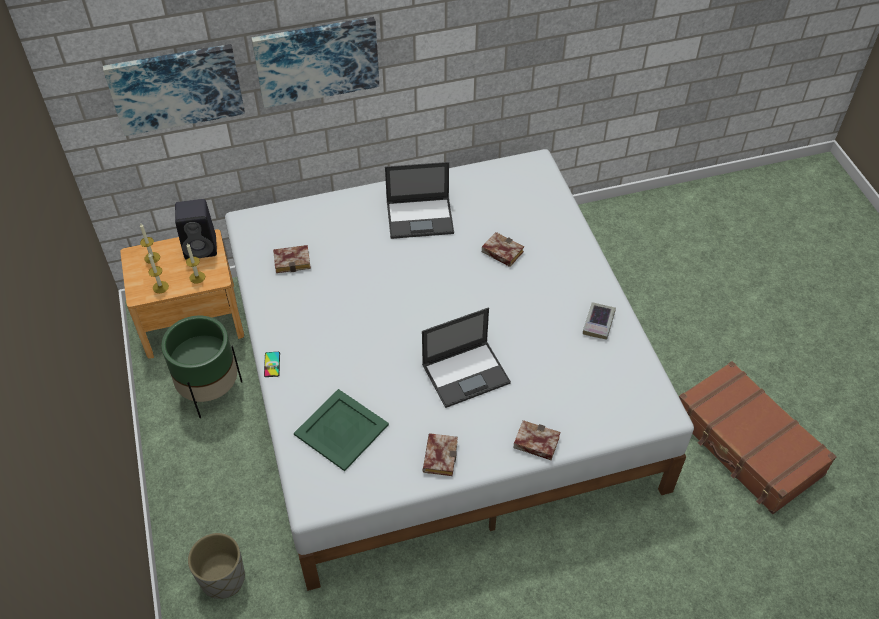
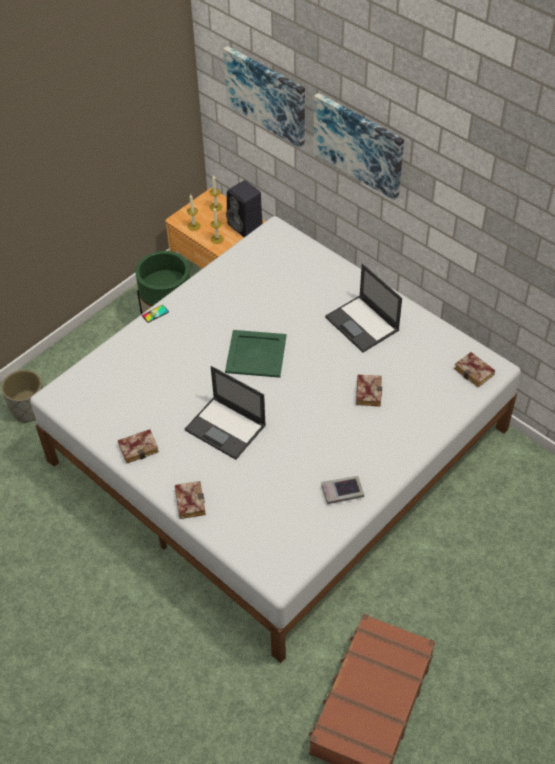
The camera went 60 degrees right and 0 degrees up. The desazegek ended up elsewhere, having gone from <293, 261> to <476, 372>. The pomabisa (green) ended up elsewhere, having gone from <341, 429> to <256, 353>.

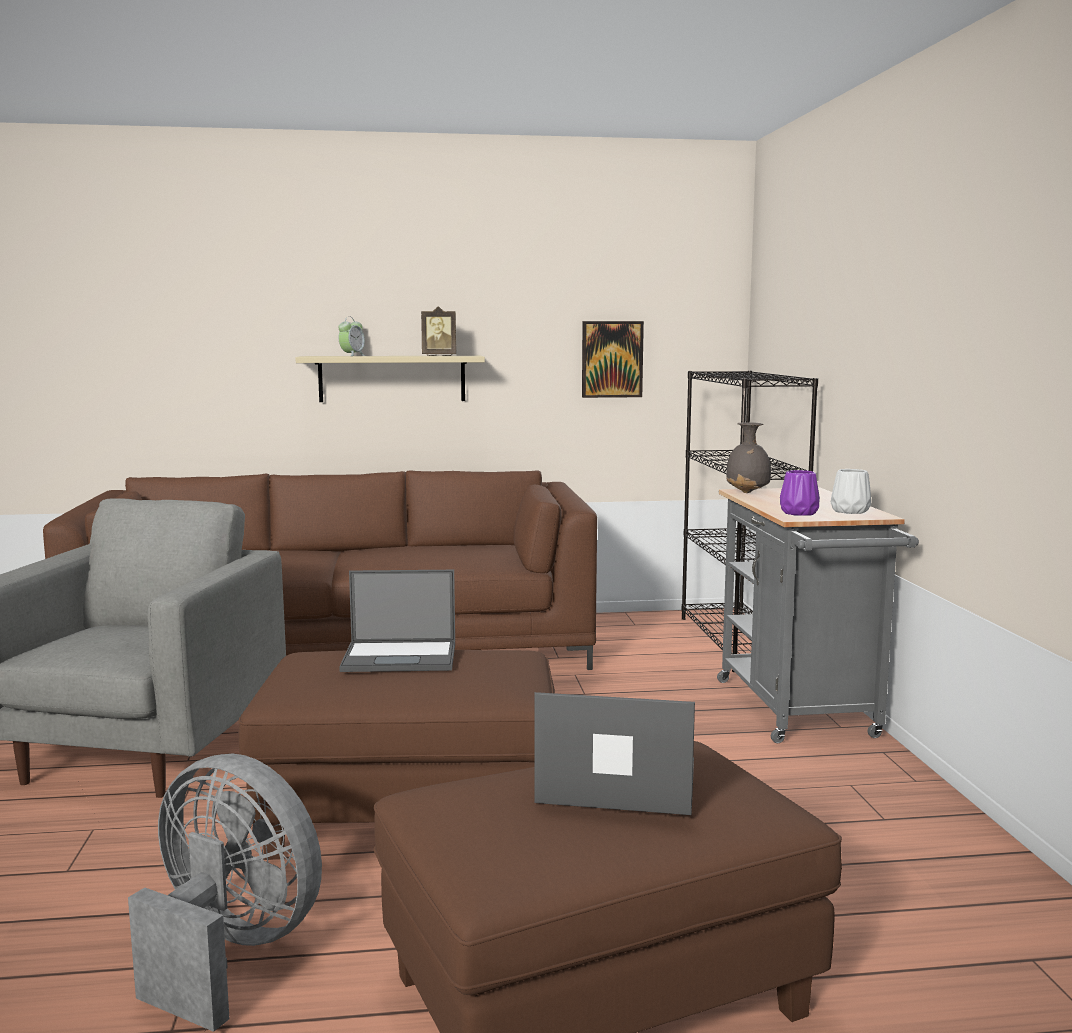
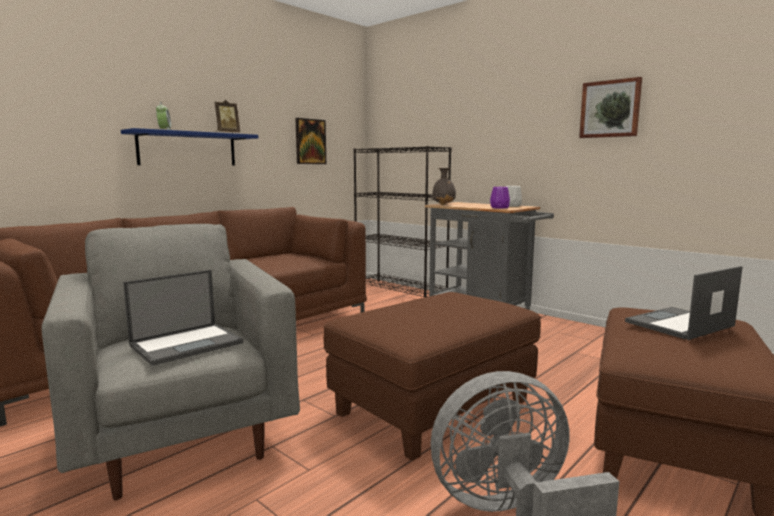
The camera went 40 degrees left and 0 degrees up. The second view gained the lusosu at <610, 109>. The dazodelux ended up elsewhere, having gone from <401, 657> to <187, 344>. What was the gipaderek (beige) at <392, 378> turned into the gipaderek (blue) at <188, 149>.

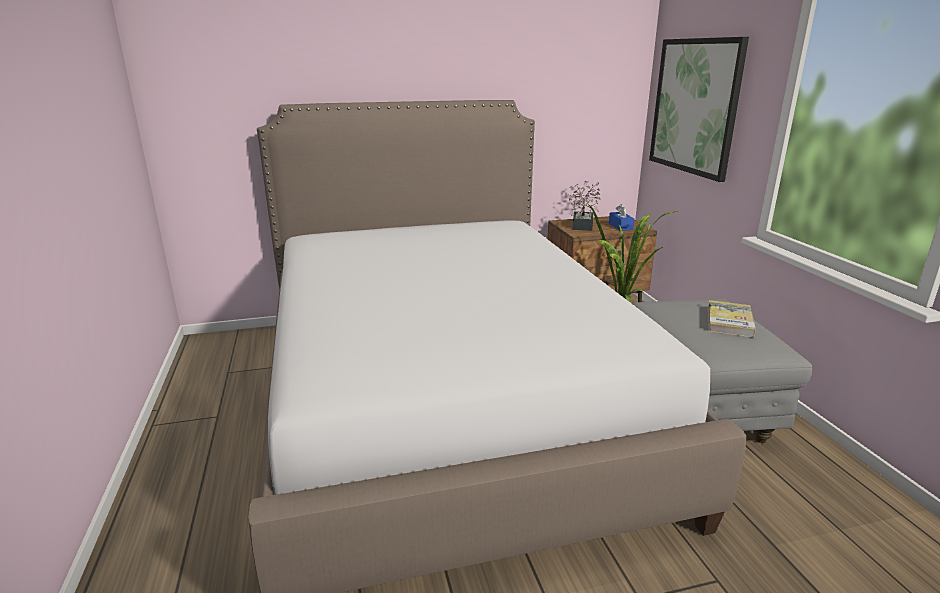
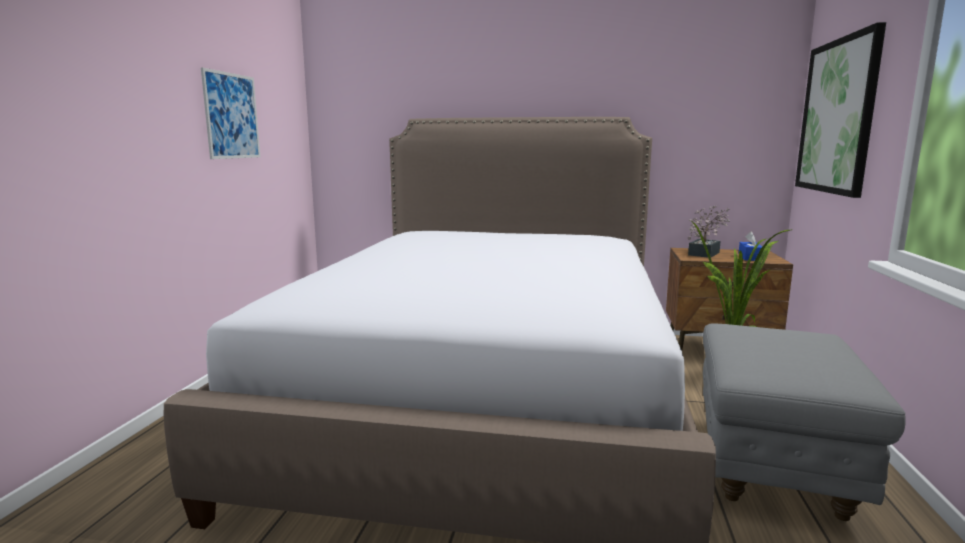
The camera went 25 degrees right and 10 degrees down. The second view lost the desazegek at <729, 321>. The second view gained the lusosu at <232, 116>.

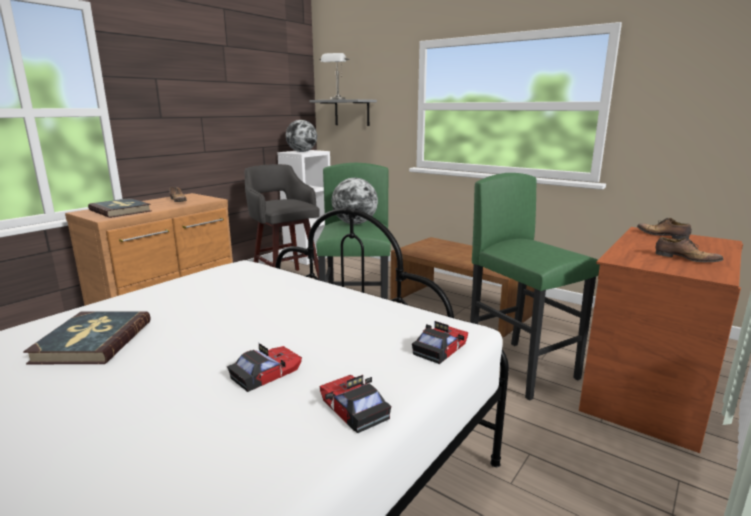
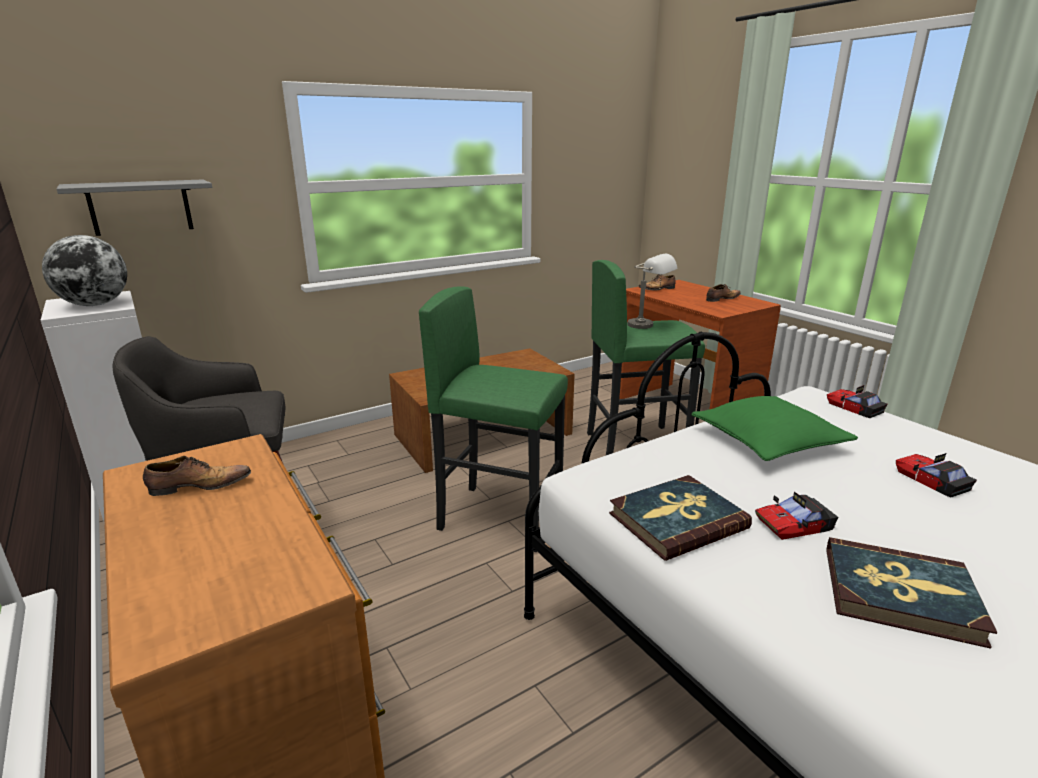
The camera went 70 degrees left and 5 degrees up. The second view lost the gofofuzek at <355, 223>. The second view gained the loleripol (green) at <768, 441>. The desazegek ended up elsewhere, having gone from <120, 211> to <677, 520>. The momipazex ended up elsewhere, having gone from <354, 408> to <794, 525>. The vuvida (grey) ended up elsewhere, having gone from <336, 99> to <648, 326>.

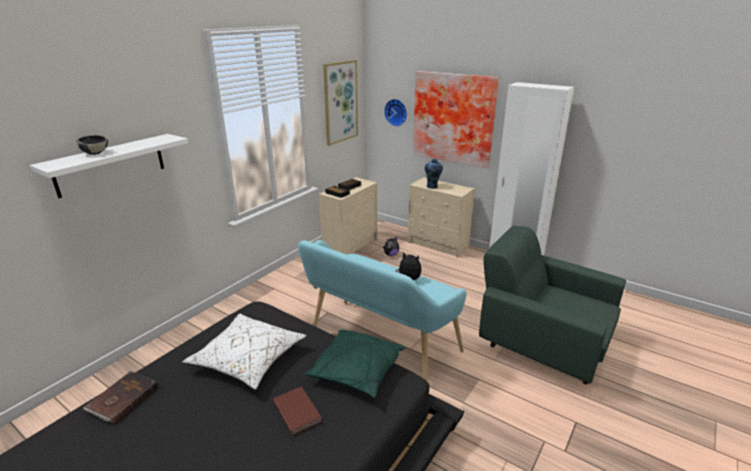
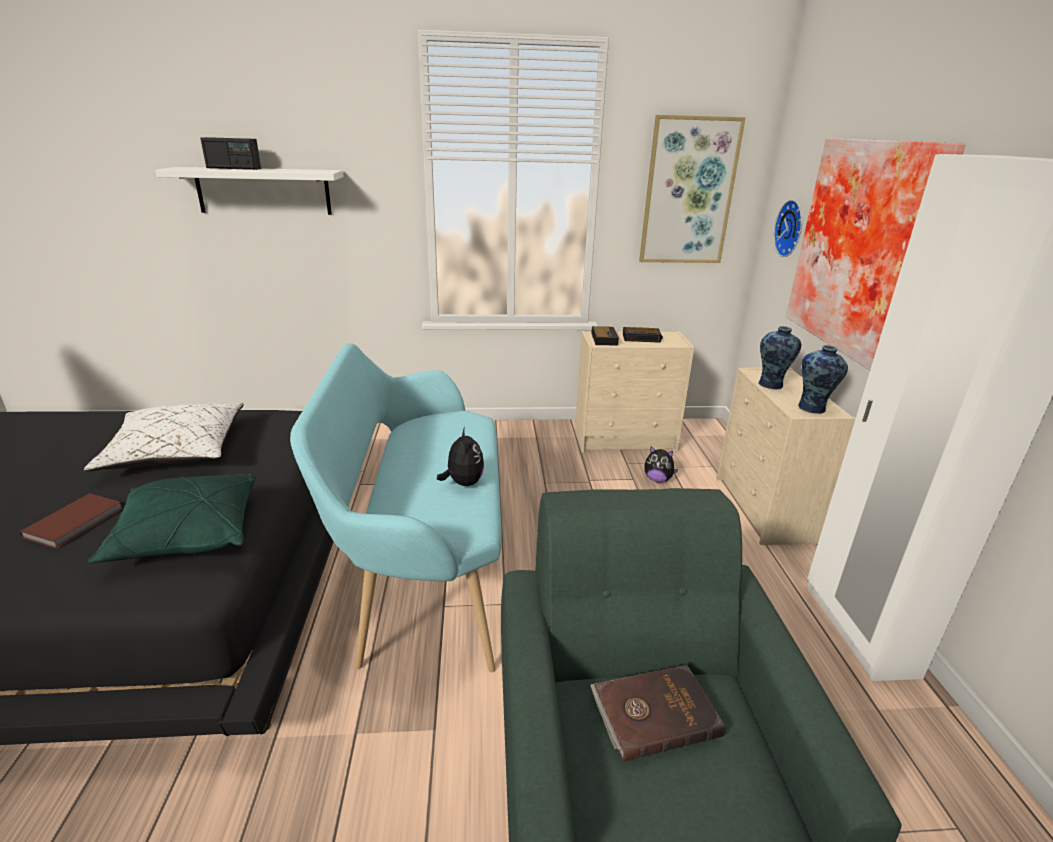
The camera went 50 degrees right and 0 degrees up. The second view gained the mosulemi at <813, 409>. The desazegek (brown) ended up elsewhere, having gone from <122, 398> to <654, 712>. Where the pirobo stood at <95, 153>, the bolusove came to stand at <233, 168>.

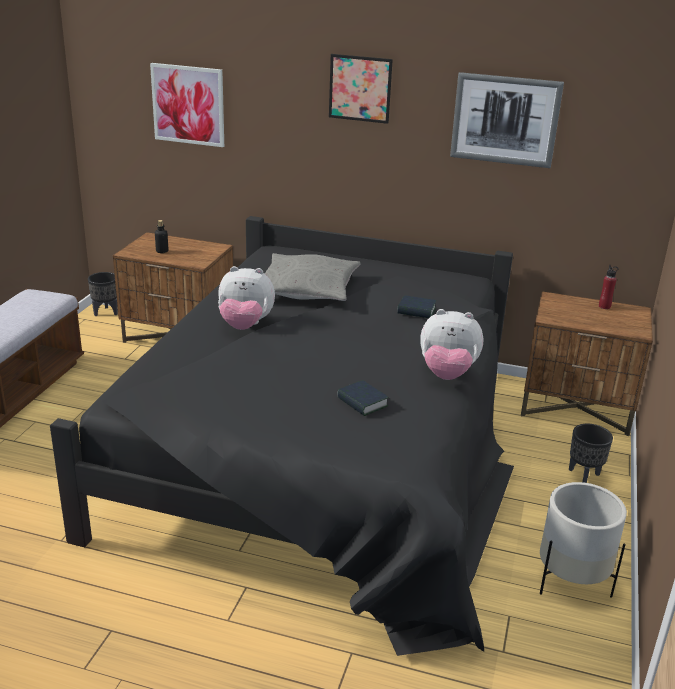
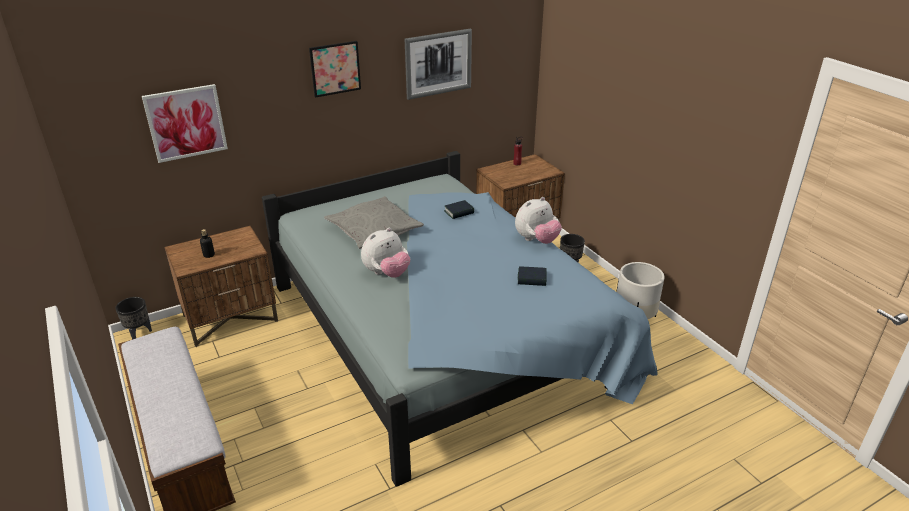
The camera went 45 degrees left and 5 degrees up. What was the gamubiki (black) at <326, 455> turned into the gamubiki (blue) at <447, 334>.

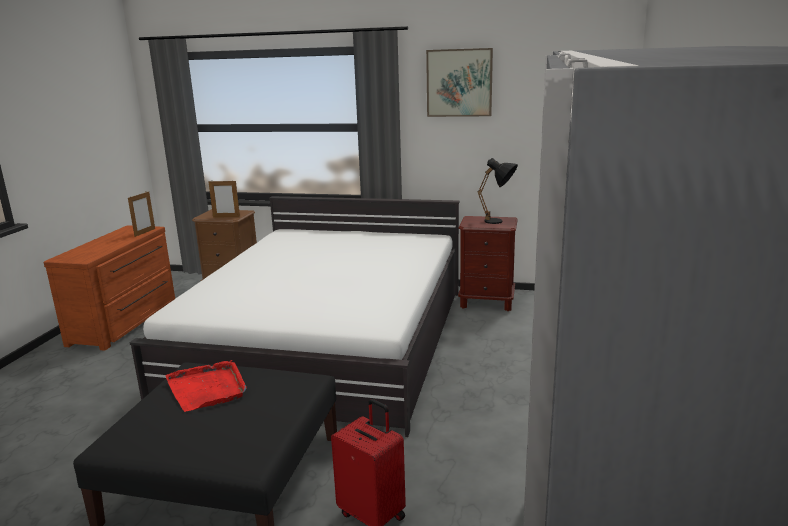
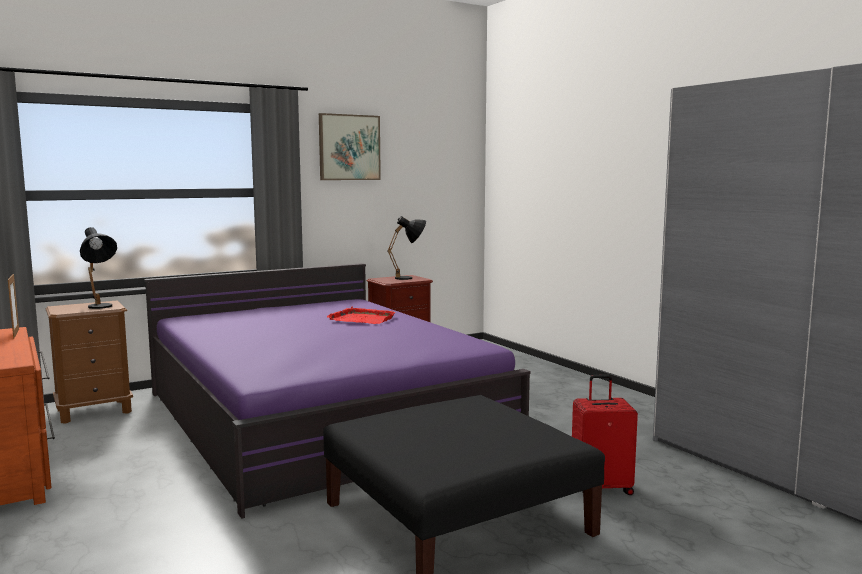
The camera went 45 degrees left and 10 degrees down. The pomabisa (red) ended up elsewhere, having gone from <208, 388> to <362, 319>. Where the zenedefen stood at <226, 217>, the vuvida (black) came to stand at <101, 308>. What was the gamubiki (white) at <328, 339> turned into the gamubiki (purple) at <320, 416>.

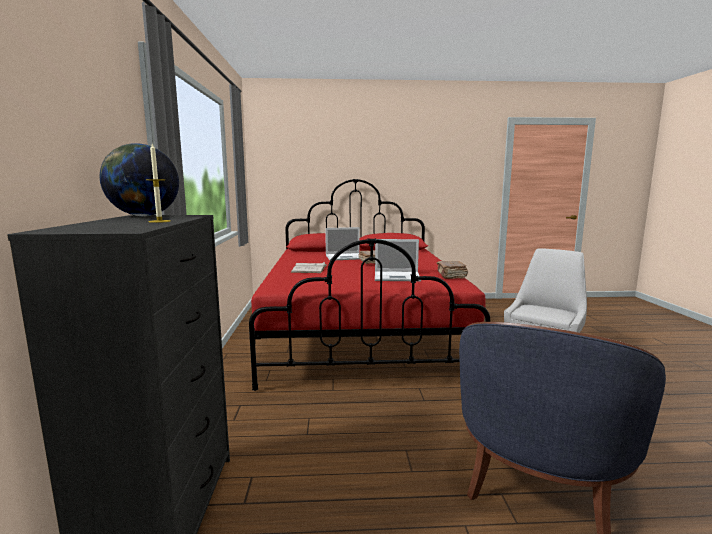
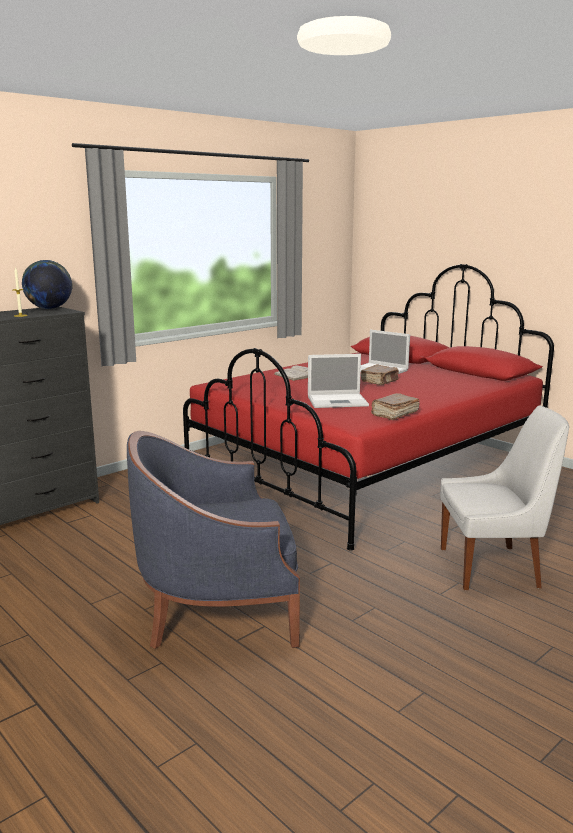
The camera went 50 degrees right and 5 degrees up. The dazodelux at <398, 277> ended up facing another way, 60 degrees counterclockwise from before.

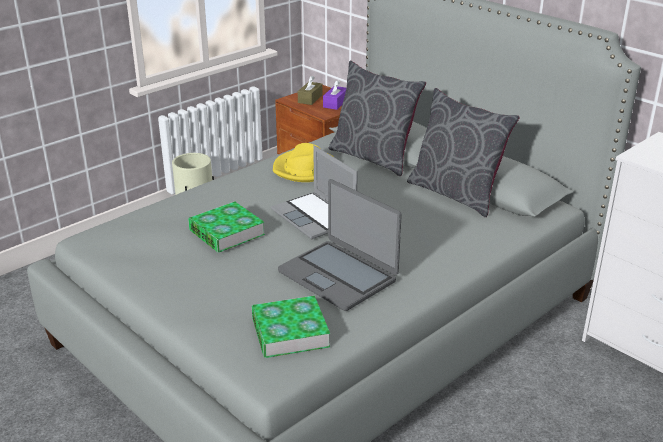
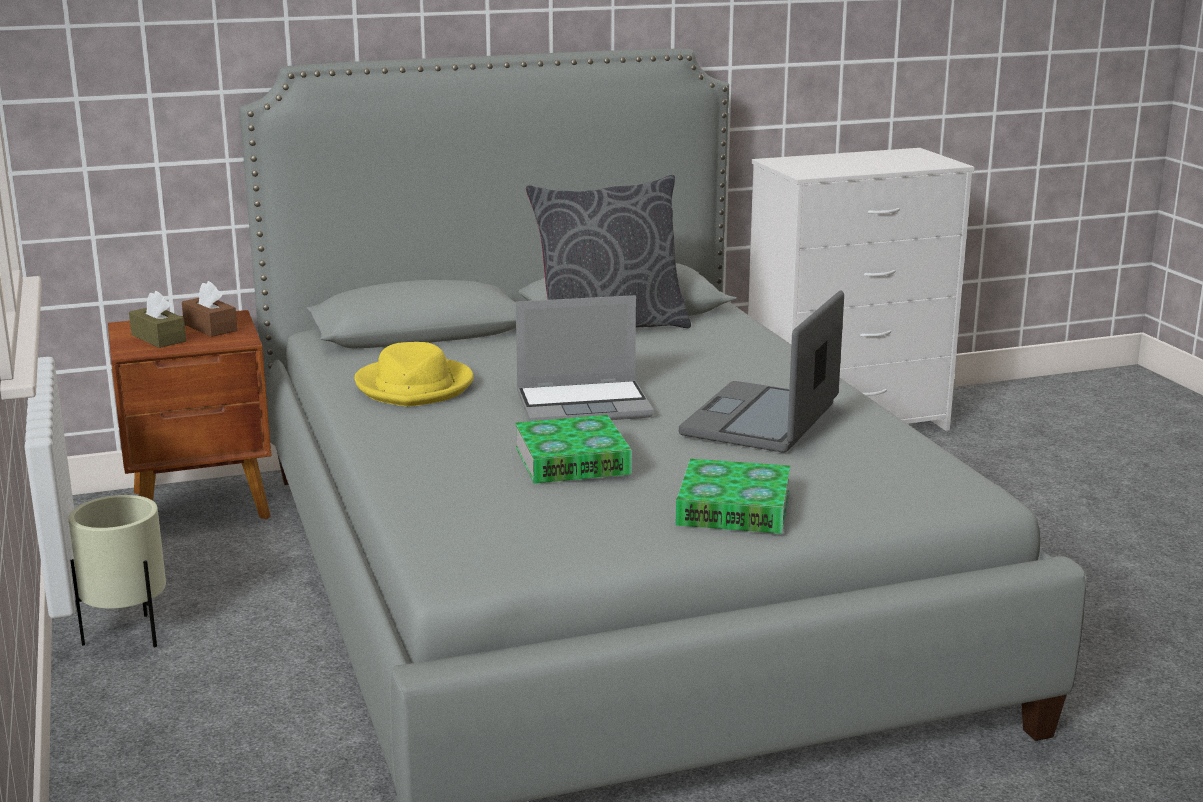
The camera went 65 degrees left and 10 degrees down. The second view lost the loleripol (grey) at <373, 157>. The desazegek ended up elsewhere, having gone from <290, 332> to <733, 508>. What was the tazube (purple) at <335, 103> turned into the tazube (brown) at <210, 327>. The dazodelux at <338, 275> ended up facing another way, 135 degrees clockwise from before.

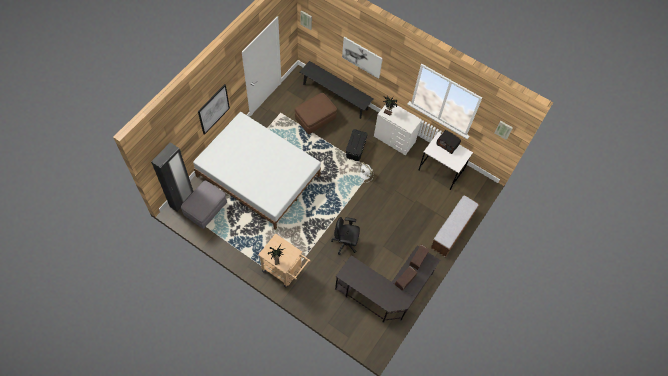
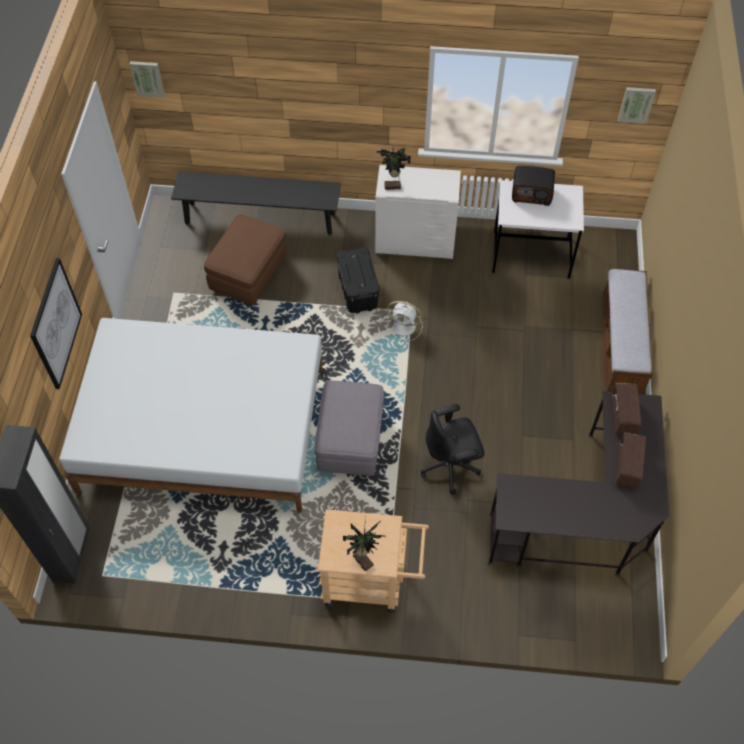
The camera went 25 degrees left and 5 degrees down. The second view lost the lusosu at <362, 57>. The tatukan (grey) ended up elsewhere, having gone from <206, 209> to <350, 440>.

